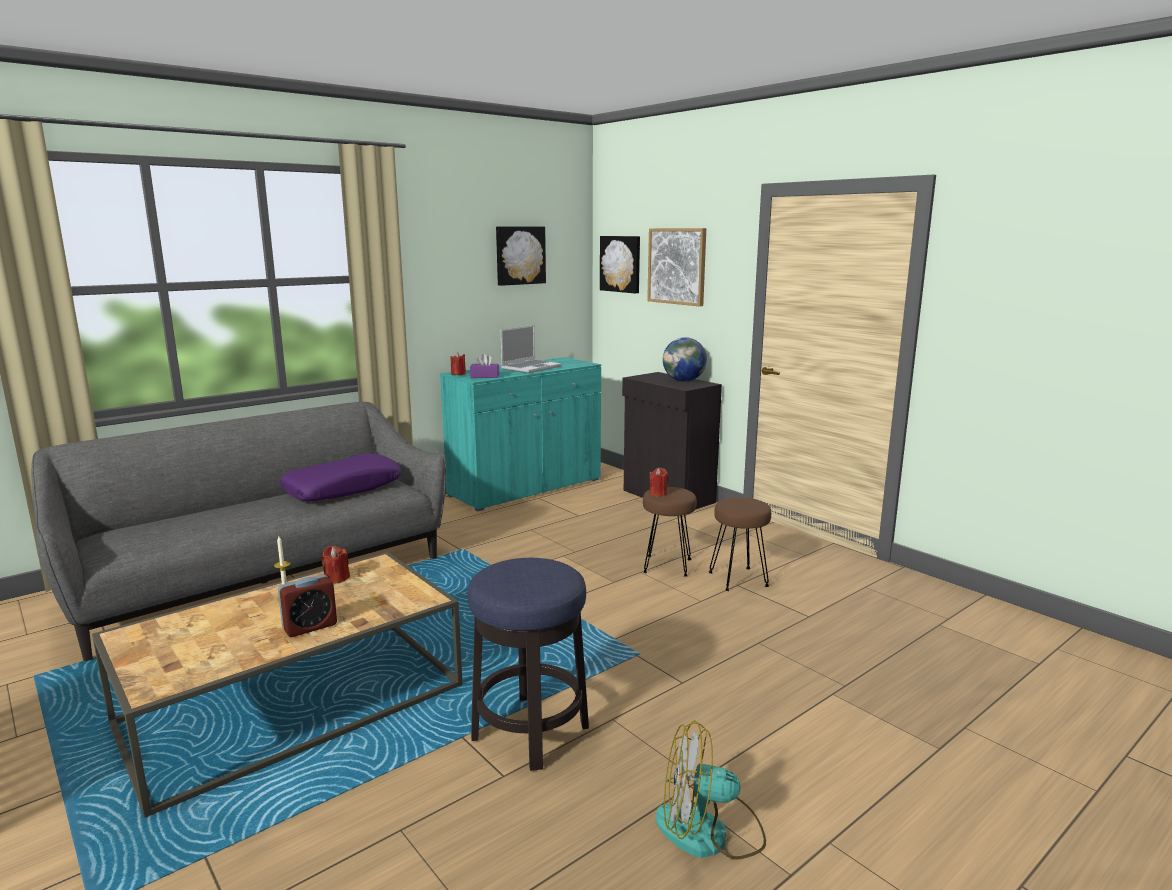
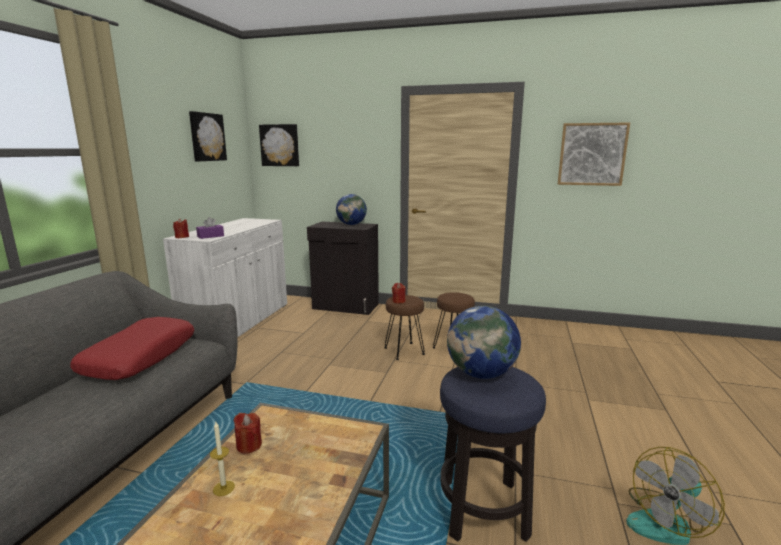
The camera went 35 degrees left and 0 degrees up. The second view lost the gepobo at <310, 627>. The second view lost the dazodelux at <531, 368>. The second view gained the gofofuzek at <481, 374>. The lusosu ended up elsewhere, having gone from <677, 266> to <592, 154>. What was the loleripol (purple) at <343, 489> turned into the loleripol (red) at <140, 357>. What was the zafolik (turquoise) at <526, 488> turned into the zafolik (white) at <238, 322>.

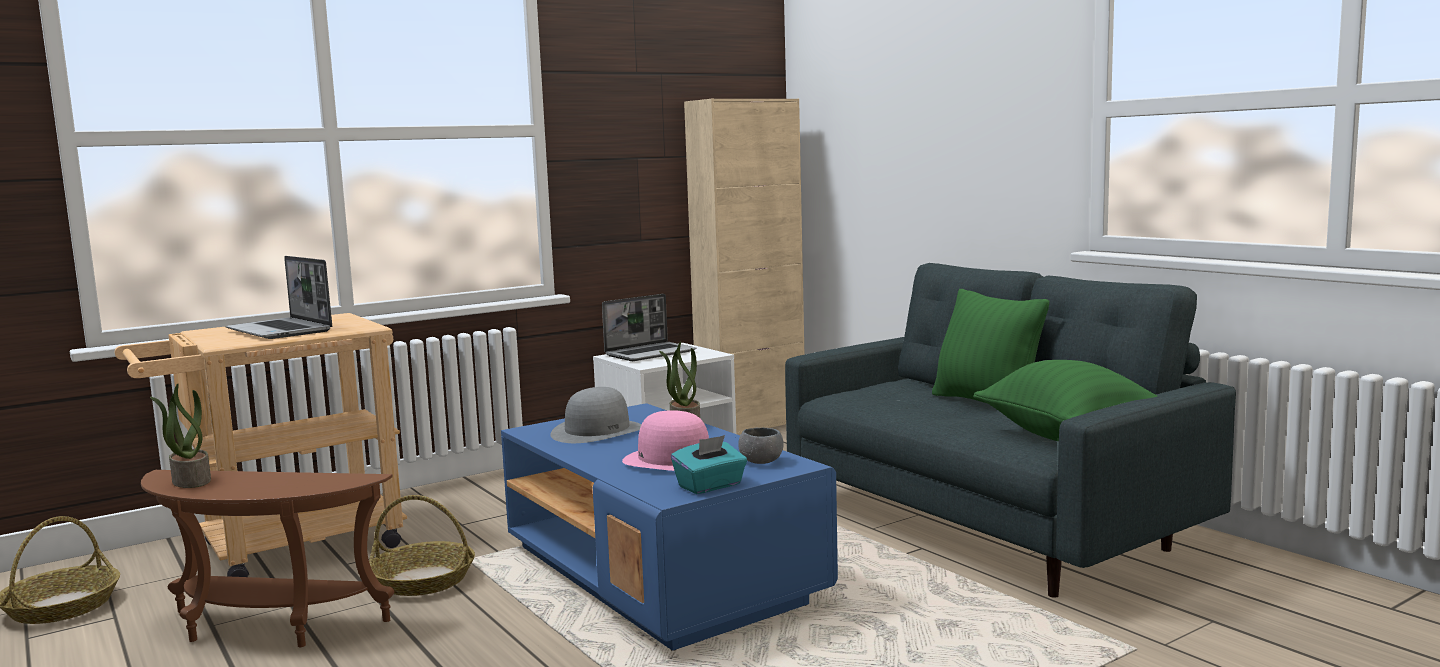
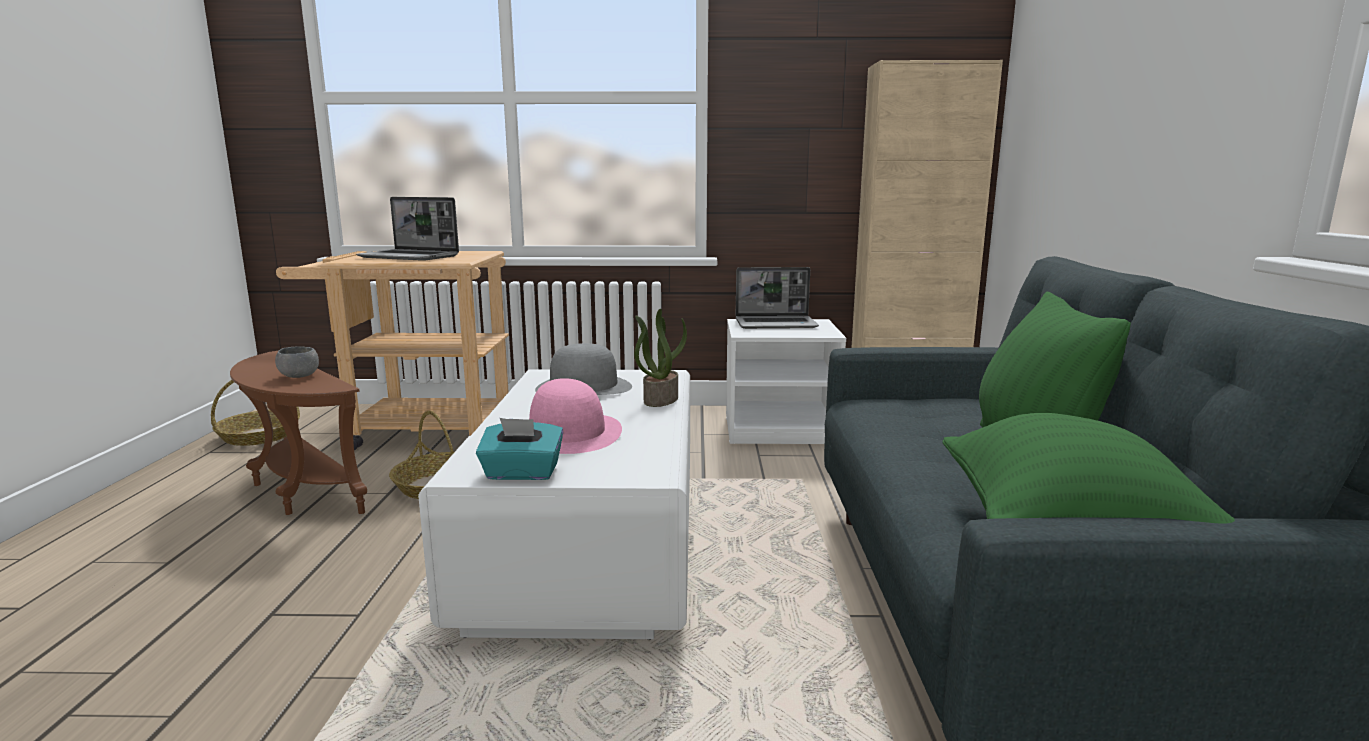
The camera went 35 degrees right and 5 degrees up. The second view lost the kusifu at <190, 481>. The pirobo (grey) ended up elsewhere, having gone from <761, 462> to <299, 376>. What was the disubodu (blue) at <660, 575> turned into the disubodu (white) at <591, 545>. The dazodelux at <281, 331> ended up facing another way, 60 degrees counterclockwise from before.

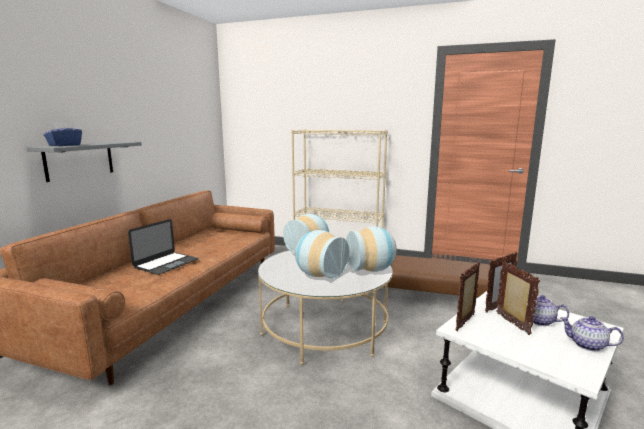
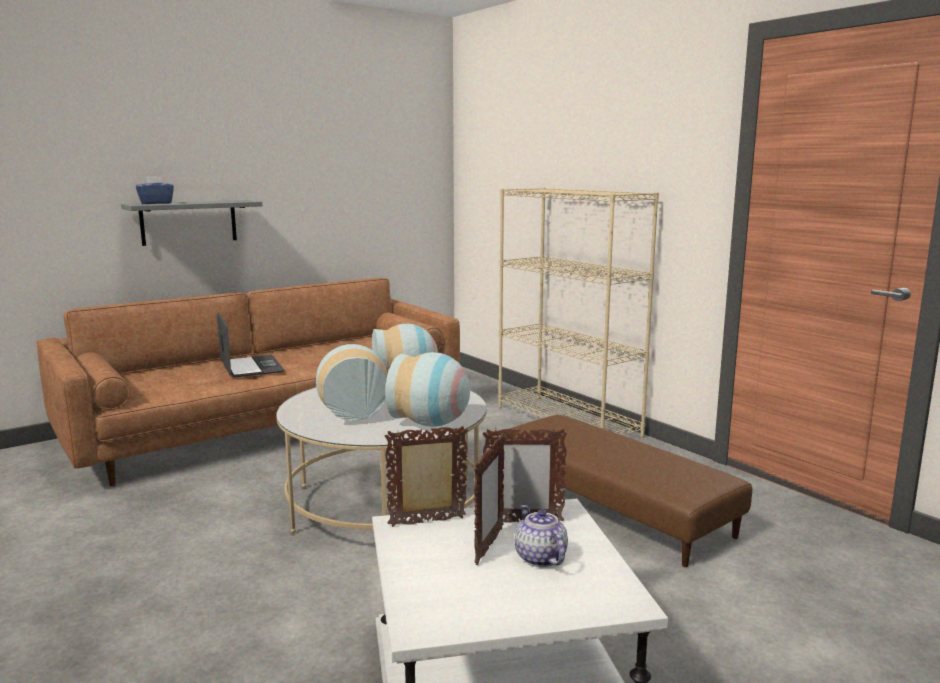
The camera went 35 degrees right and 0 degrees up. The second view lost the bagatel at <587, 345>. The dazodelux at <166, 263> ended up facing another way, 90 degrees counterclockwise from before.

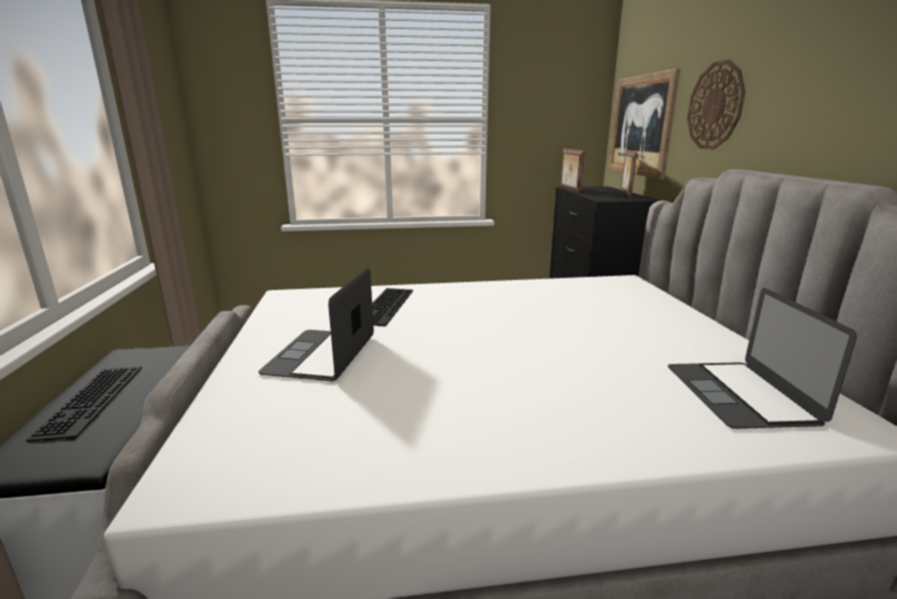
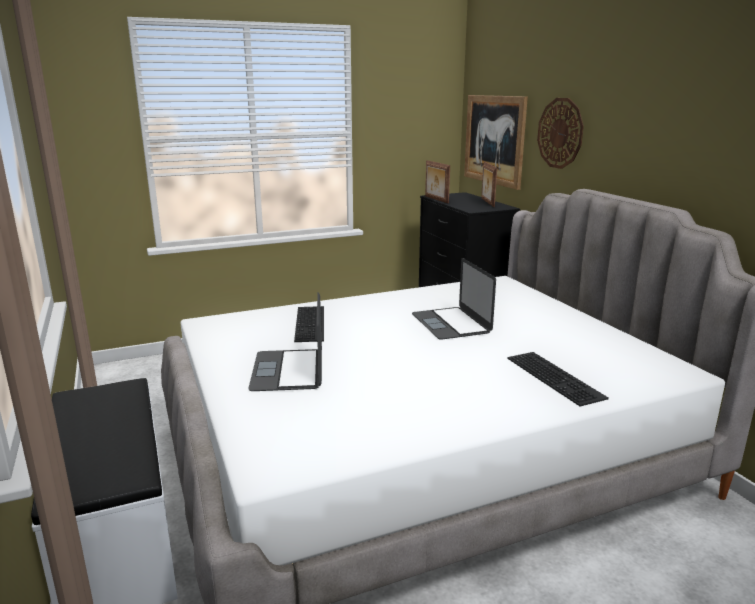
The camera went 15 degrees left and 0 degrees up. The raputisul ended up elsewhere, having gone from <93, 400> to <556, 377>. The dazodelux ended up elsewhere, having gone from <740, 394> to <451, 323>.

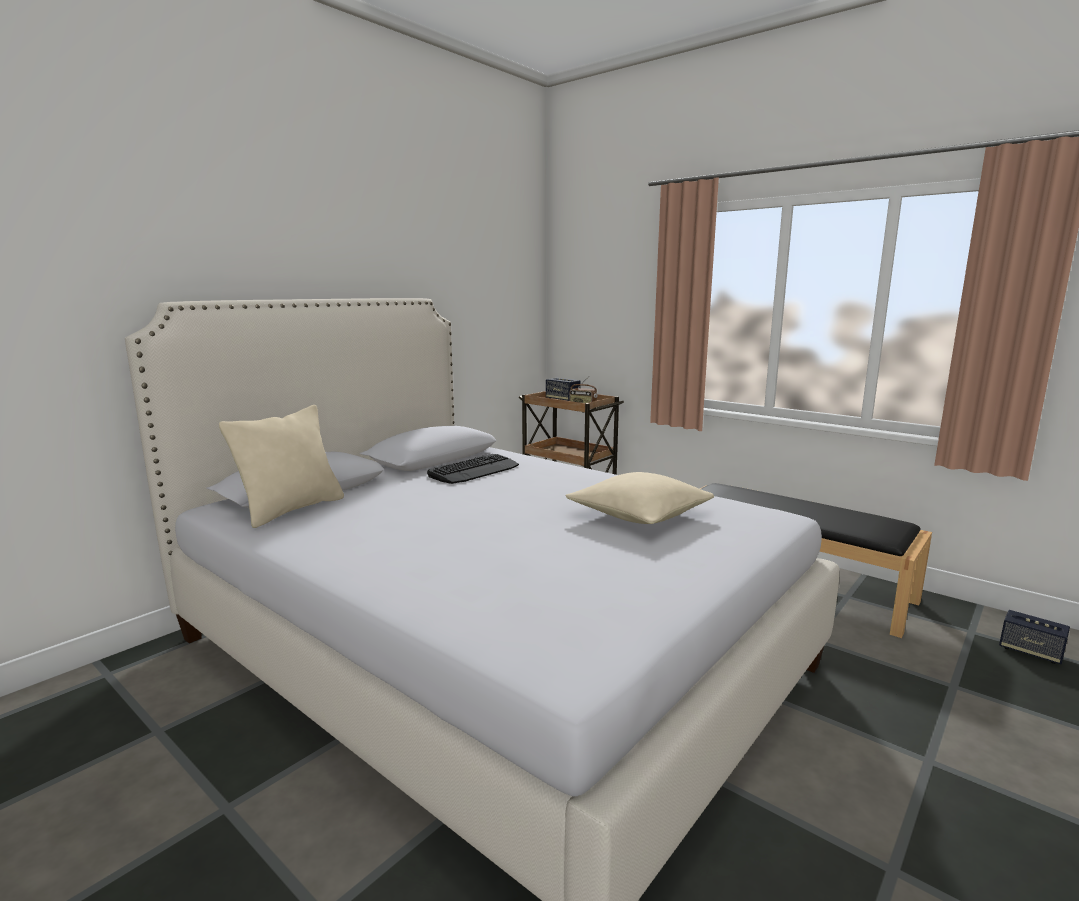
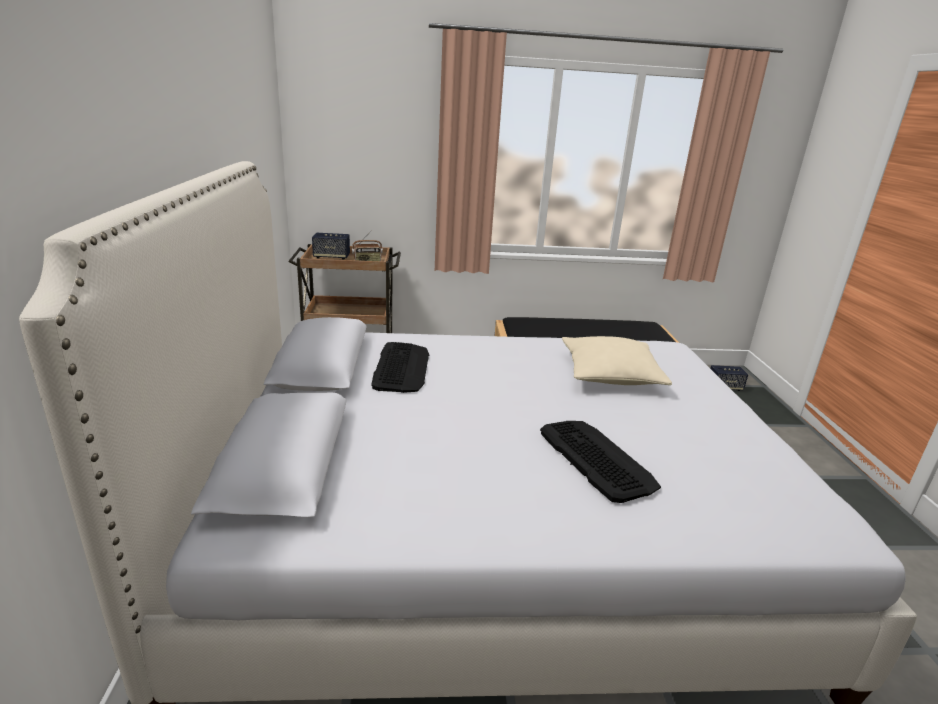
The camera went 45 degrees left and 10 degrees up. The second view lost the loleripol (beige) at <292, 509>. The second view gained the raputisul at <596, 458>.

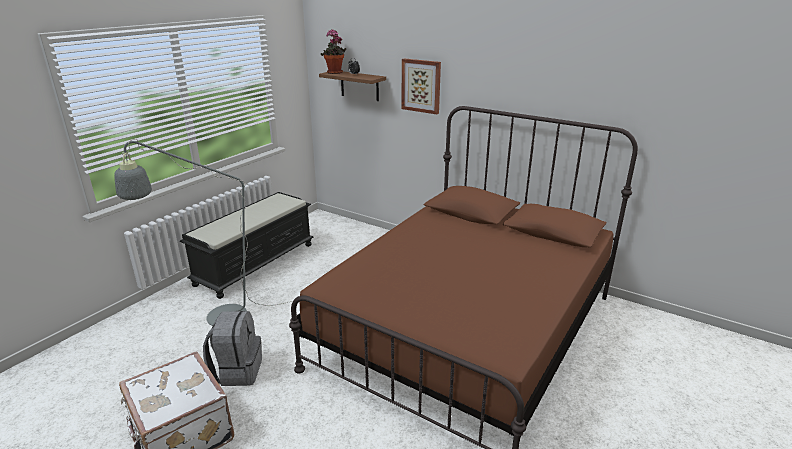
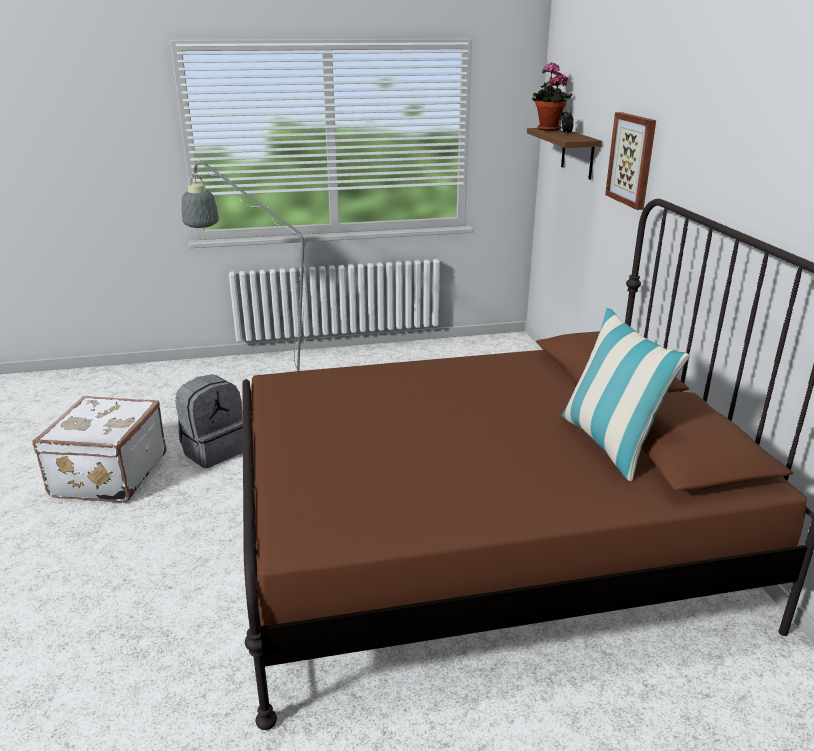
The camera went 45 degrees right and 0 degrees up. The second view lost the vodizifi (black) at <256, 263>. The second view gained the loleripol at <609, 443>.

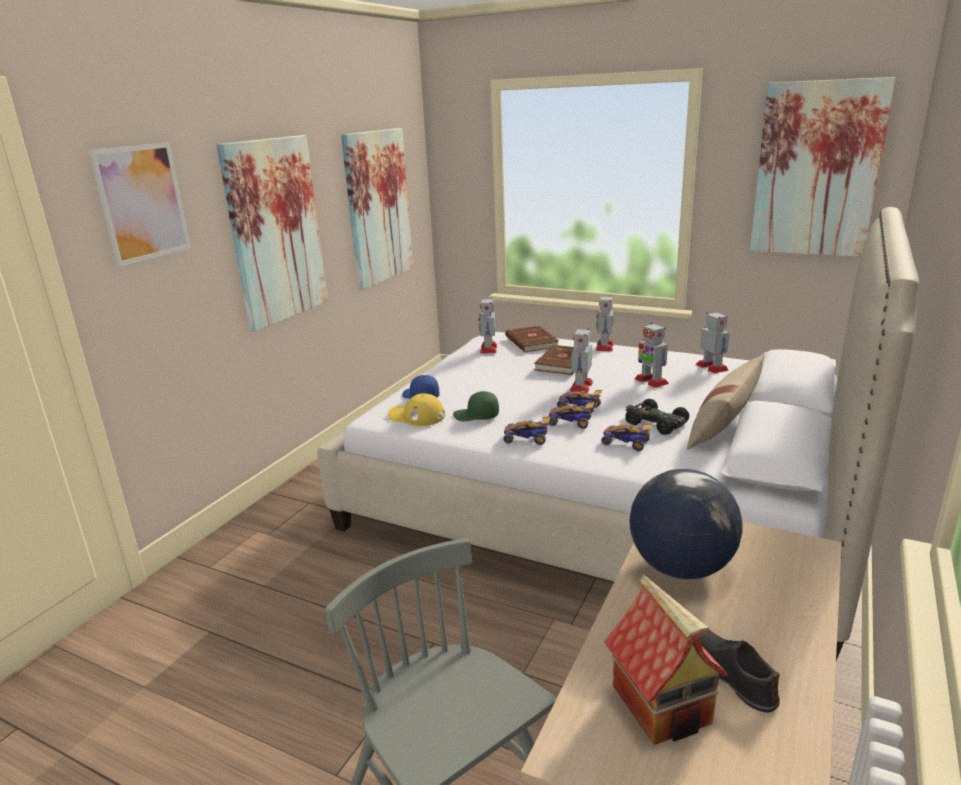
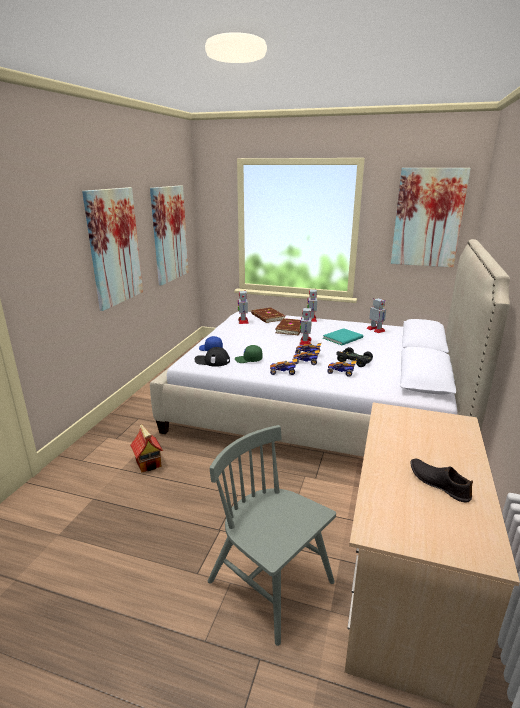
The camera went 10 degrees left and 0 degrees up. The second view lost the lusosu at <142, 203>. The second view lost the gofofuzek at <681, 567>. The second view lost the loleripol (beige) at <724, 425>. The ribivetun ended up elsewhere, having gone from <663, 705> to <149, 463>. Where the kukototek stood at <650, 381>, the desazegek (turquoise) came to stand at <344, 338>. What was the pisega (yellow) at <416, 416> turned into the pisega (black) at <212, 361>.

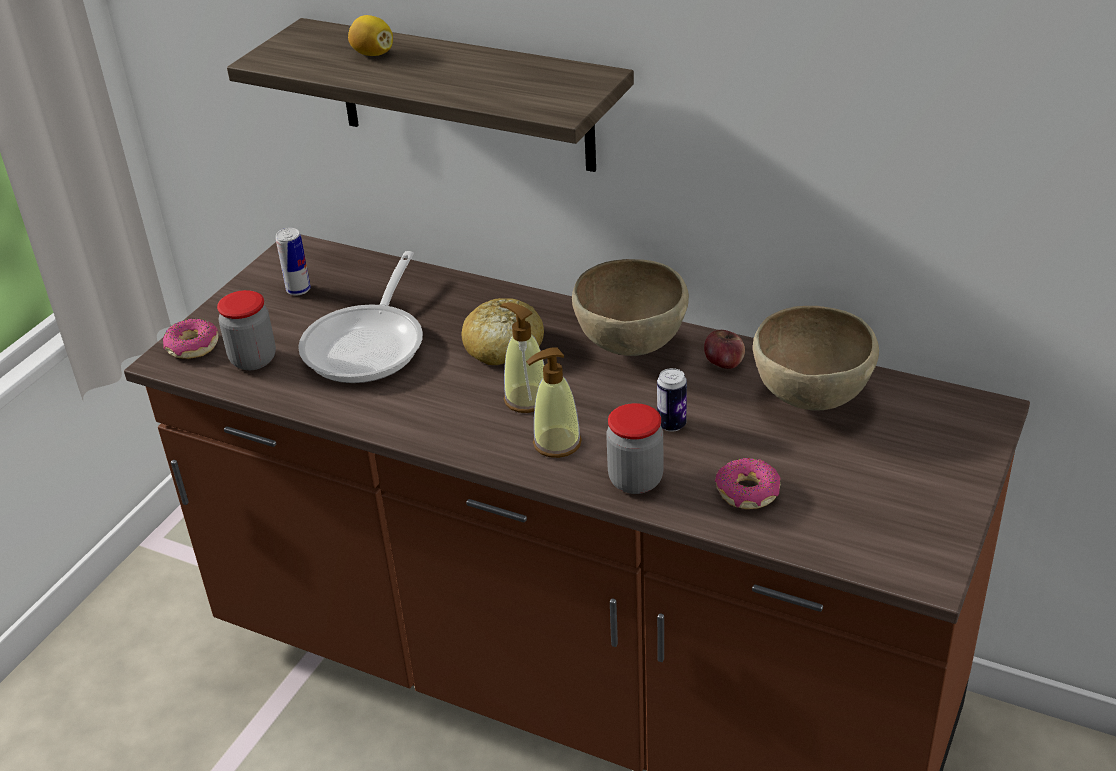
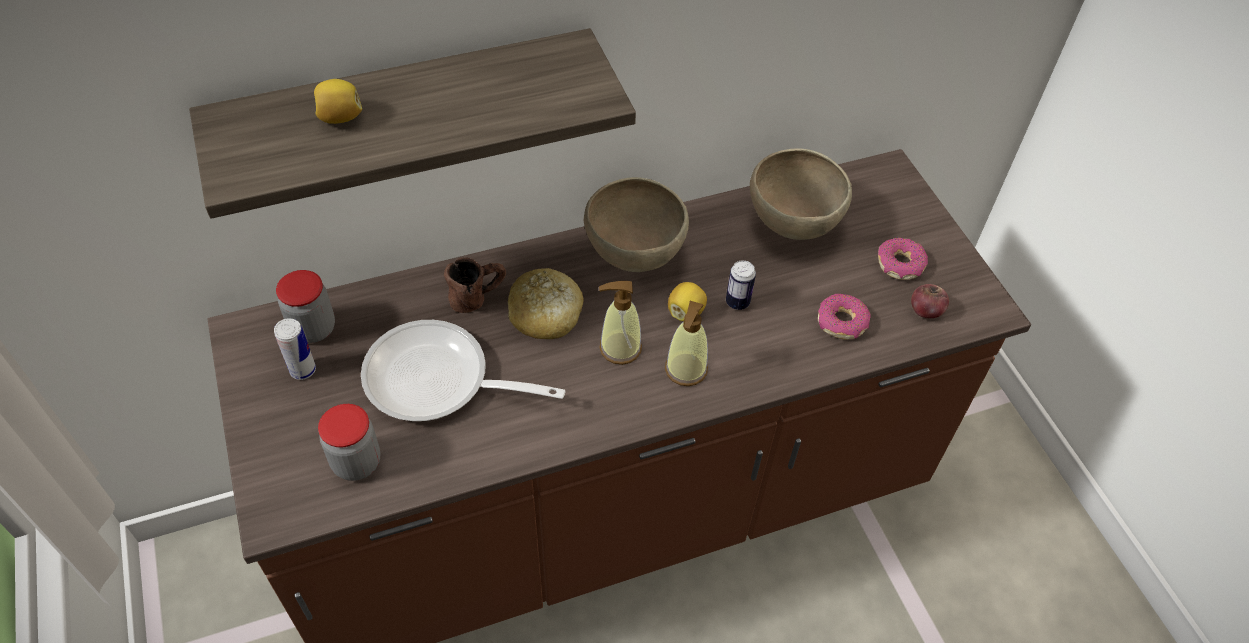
The camera went 50 degrees left and 15 degrees up. The second view gained the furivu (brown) at <478, 296>. The second view gained the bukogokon at <686, 312>. The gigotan ended up elsewhere, having gone from <192, 347> to <899, 265>. The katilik ended up elsewhere, having gone from <635, 480> to <313, 328>. The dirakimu ended up elsewhere, having gone from <724, 363> to <925, 311>. The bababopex at <369, 344> ended up facing another way, 135 degrees clockwise from before.

